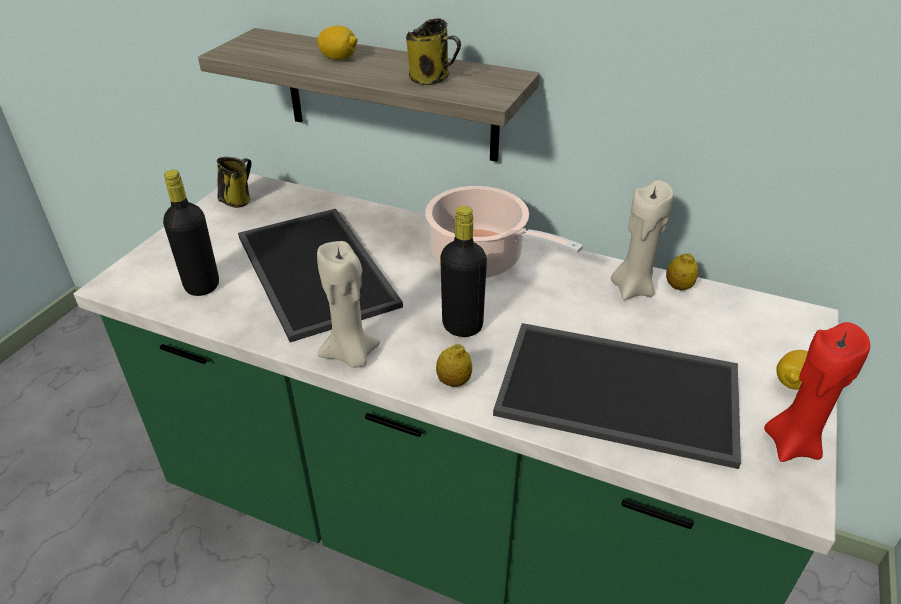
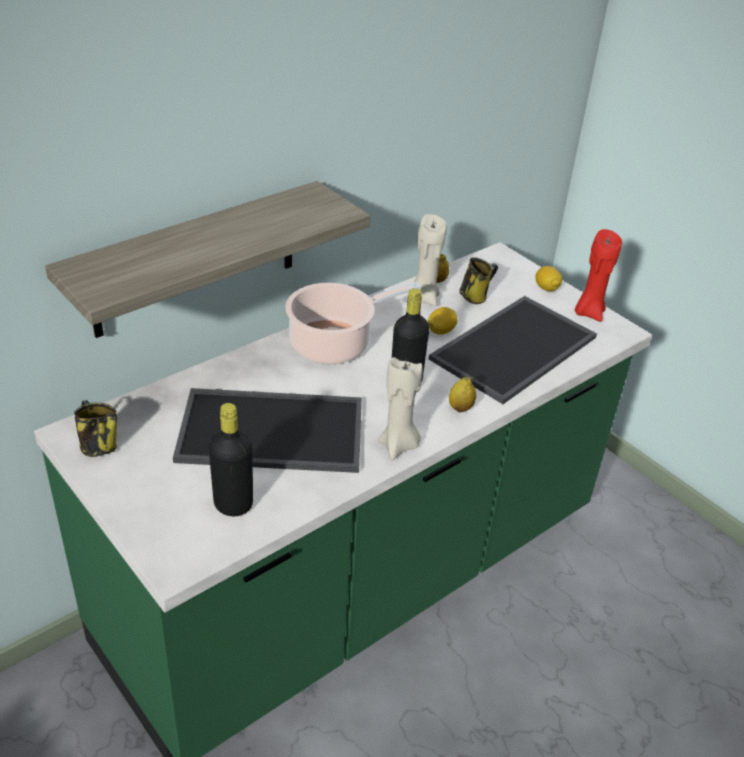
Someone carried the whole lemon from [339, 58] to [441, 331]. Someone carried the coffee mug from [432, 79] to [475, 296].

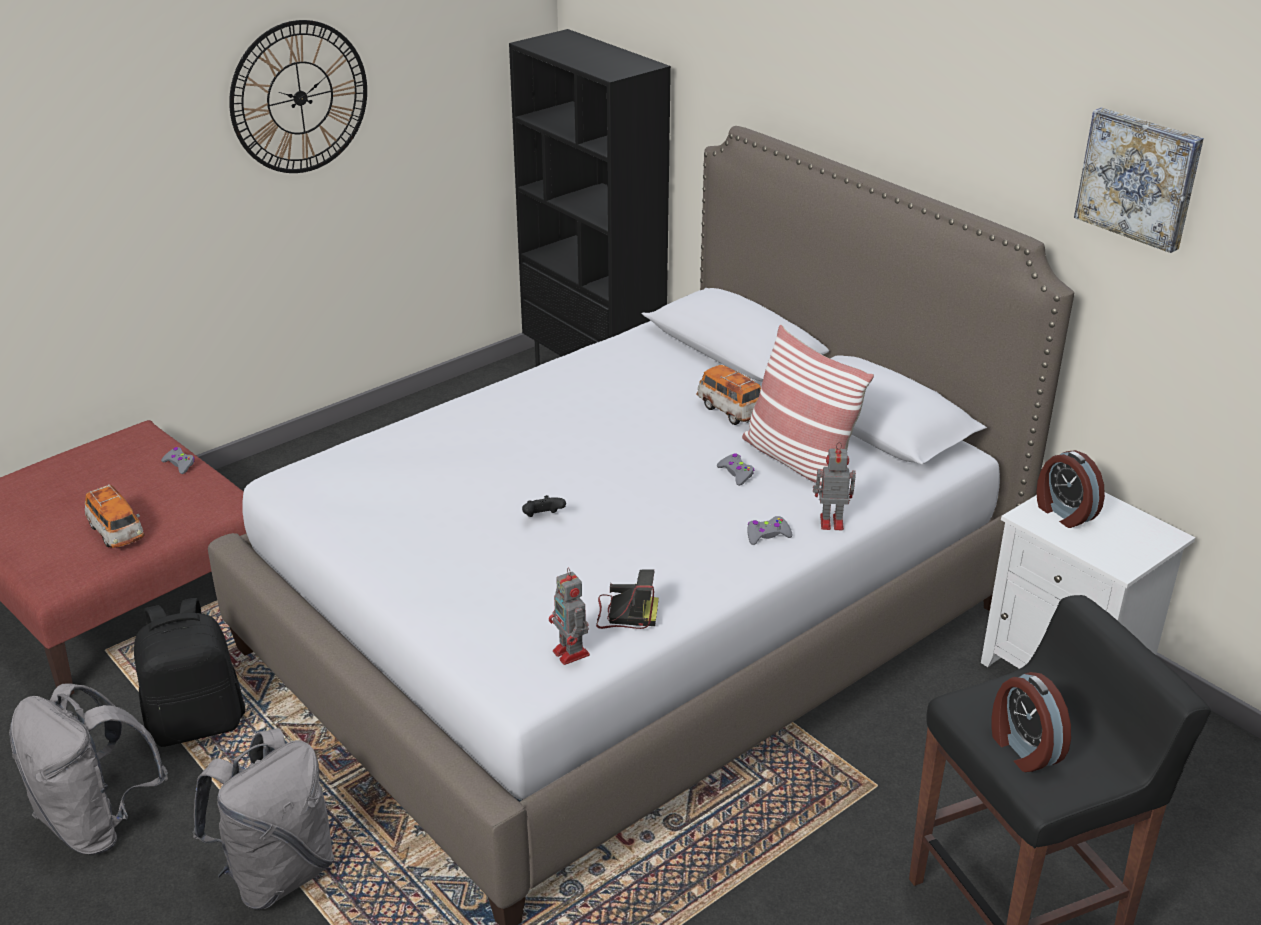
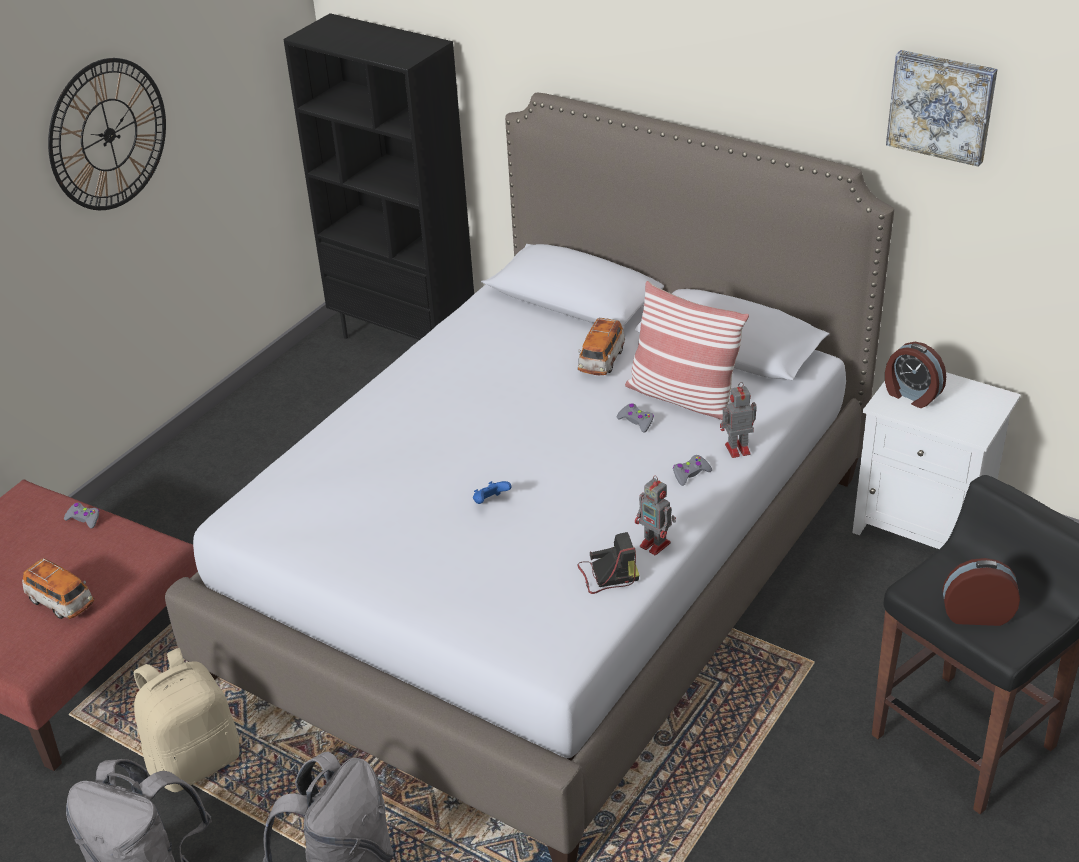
Someone repainted the knapsack (black) at [197, 722], which became the knapsack (sand-coloured) at [195, 760]. Someone repainted the game controller (black) at [543, 518], which became the game controller (bluish) at [490, 502]. Someone carried the toy robot from [572, 654] to [656, 545]. Someone rotated the toy car at [730, 410] by 105 degrees counterclockwise. Someone rotated the table clock at [1023, 748] by 135 degrees clockwise.

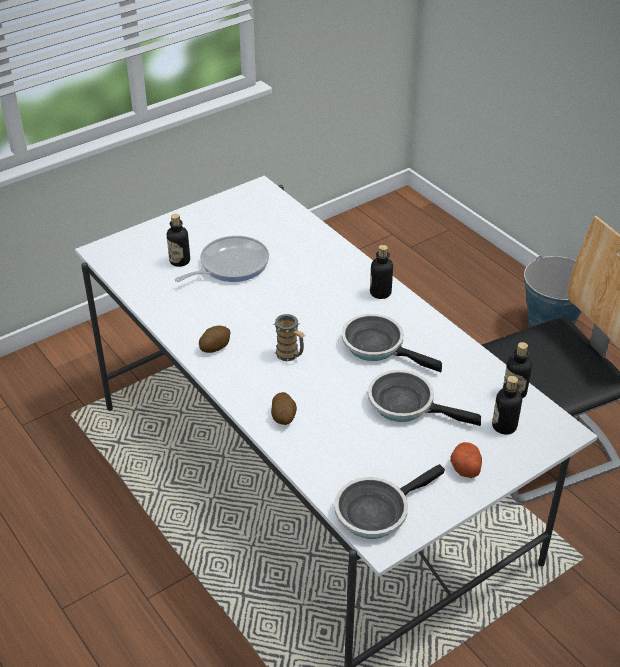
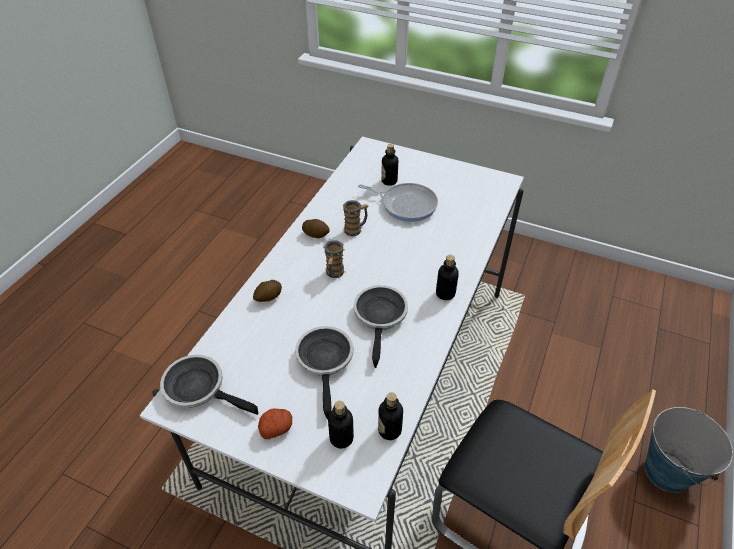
Someone put down the coffee mug at [355, 229].

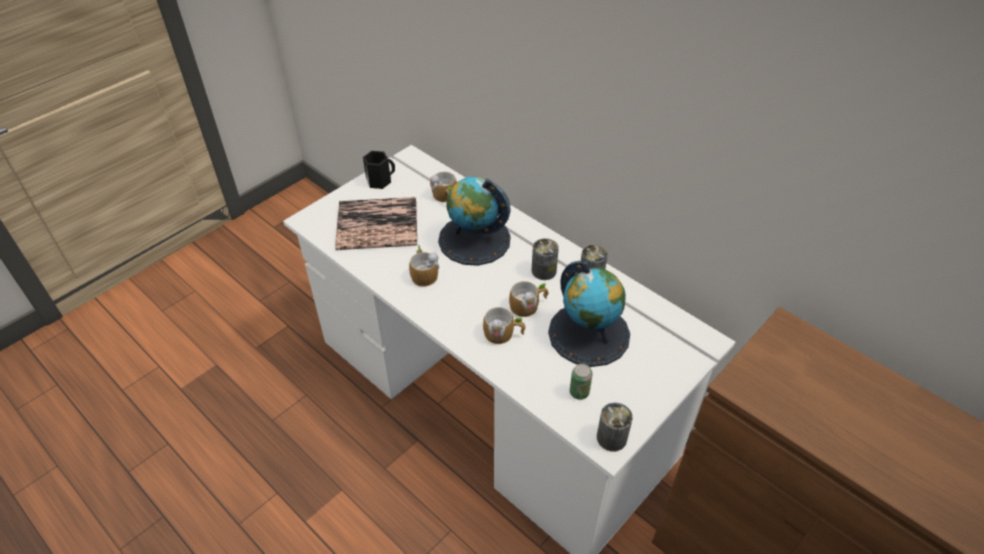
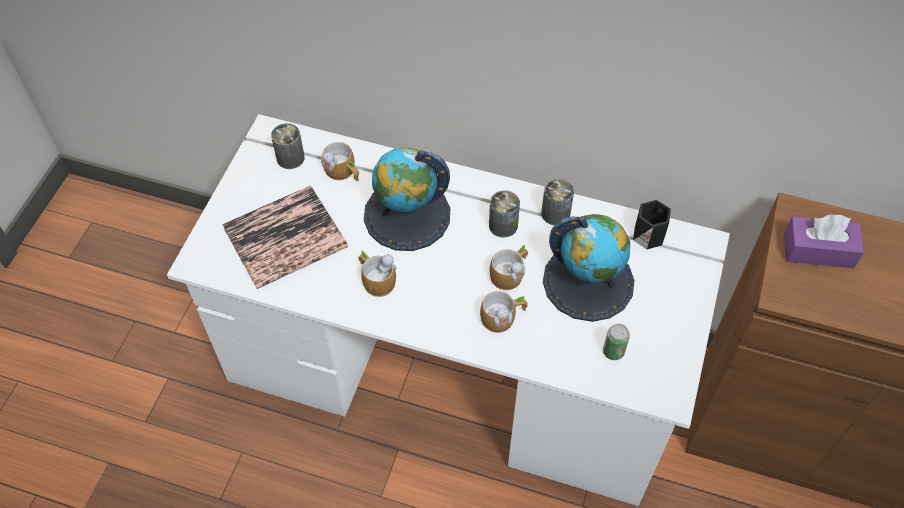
Someone carried the coffee mug (black) from [379, 180] to [648, 234]. Someone carried the metal can from [611, 438] to [290, 158]. Someone put down the tissue box (purplish) at [818, 250].

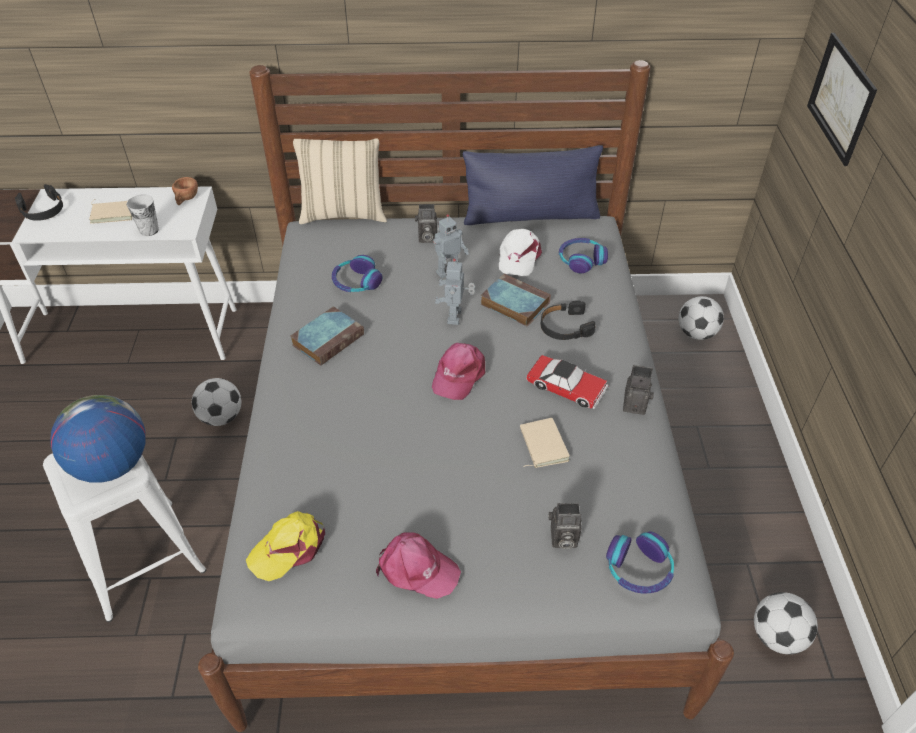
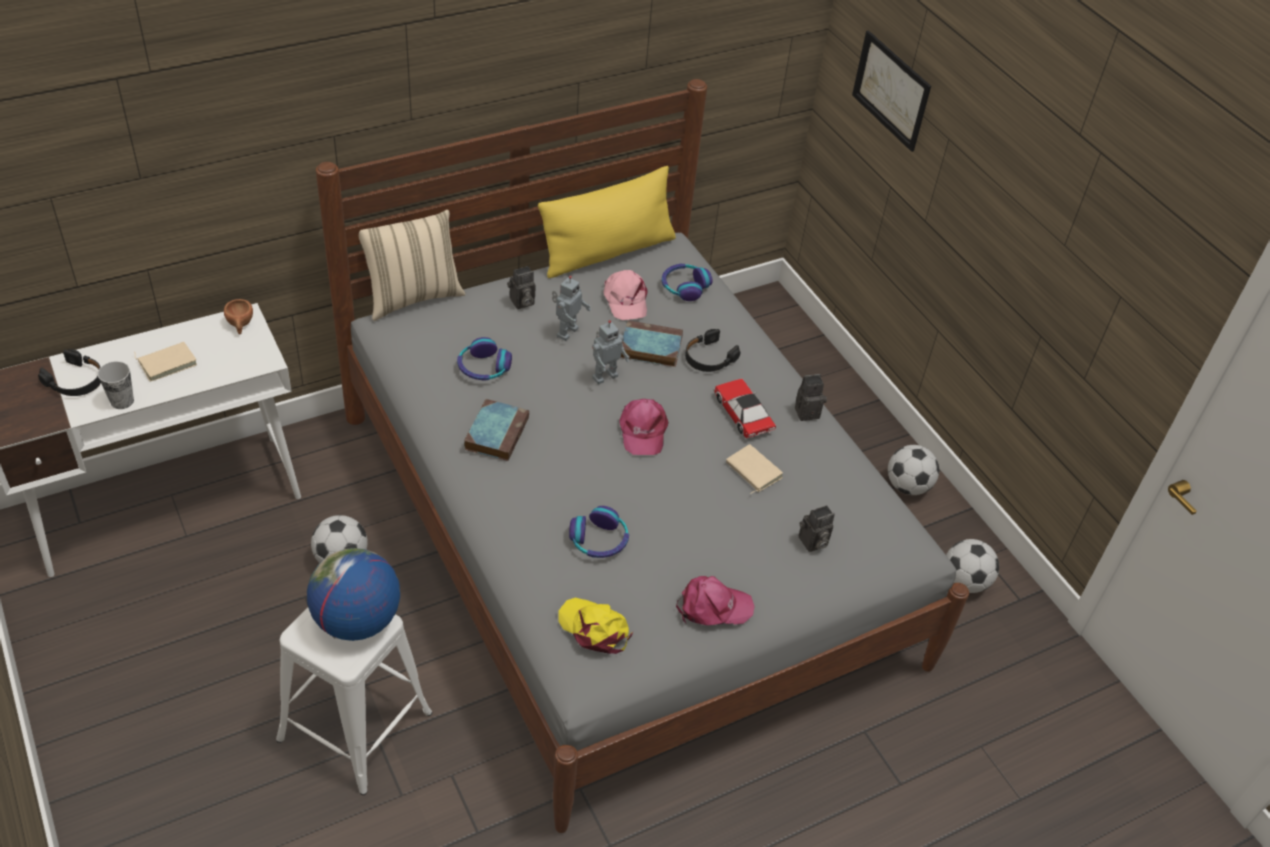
Someone carried the drinking cup from [149, 230] to [122, 401]. Someone rotated the peaked cap (yellow-coloured) at [289, 548] by 105 degrees clockwise. Someone rotated the toy robot at [455, 317] by 105 degrees counterclockwise. Someone repainted the throw pillow (bluish) at [530, 216], which became the throw pillow (yellow-coloured) at [607, 252]. Someone repainted the peaked cap (whitish) at [518, 257], which became the peaked cap (pink-coloured) at [625, 300]. Someone rotated the toy car at [566, 387] by 120 degrees counterclockwise. Someone carried the headset from [639, 569] to [599, 540]. Someone carried the football from [696, 333] to [907, 486].

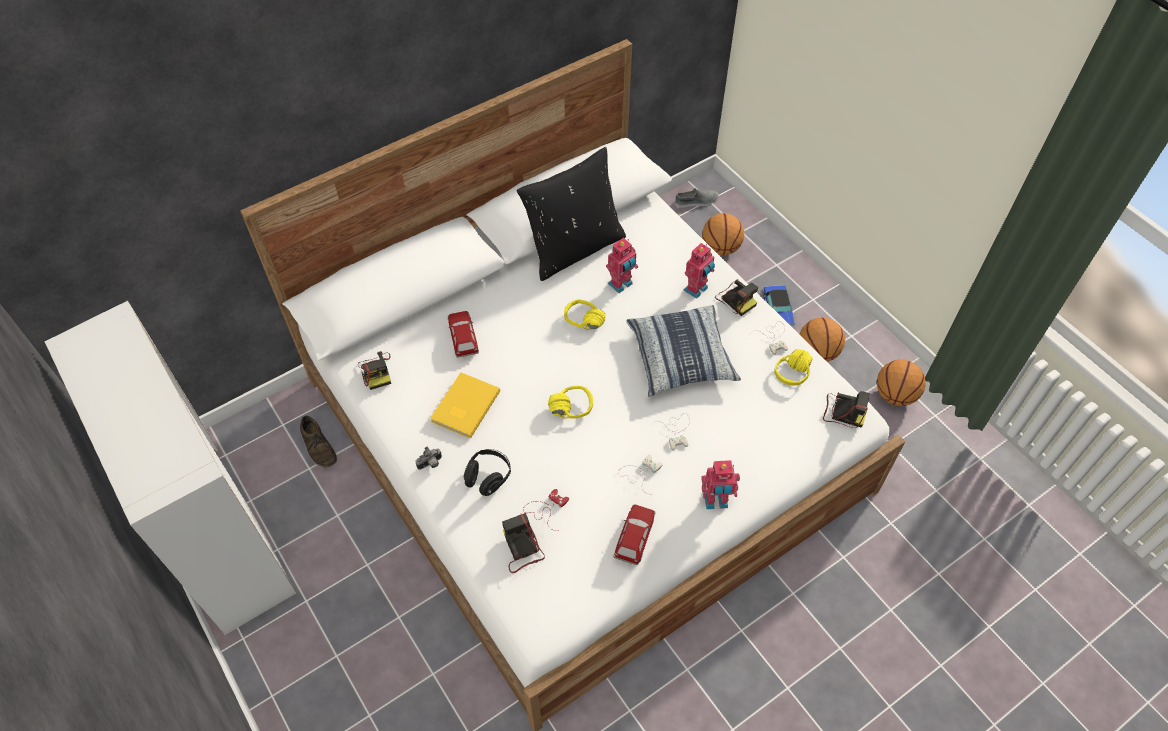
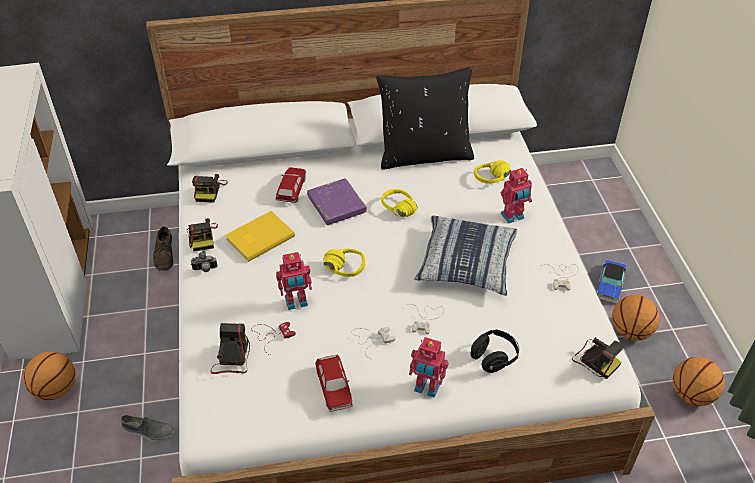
Someone carried the headset (black) from [488, 477] to [494, 357]. Someone carried the toy robot from [621, 284] to [296, 302]. Someone rotated the toy car at [634, 537] by 120 degrees clockwise. Someone carried the low shoe (greyish) from [696, 201] to [149, 431]. Someone carried the ball for basketball from [720, 248] to [56, 389]. Someone carried the still camera from [735, 299] to [202, 237]. Someone carried the headset (yellow-coloured) from [799, 376] to [495, 181]. Someone put down the bound book (purplish) at [336, 204].

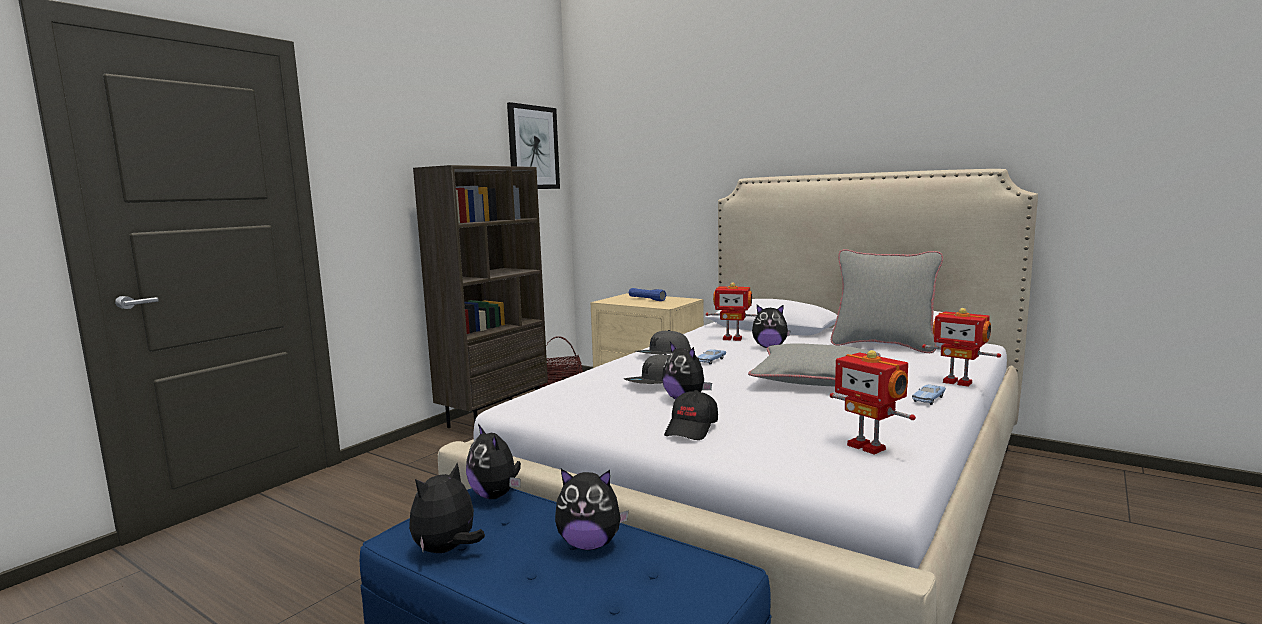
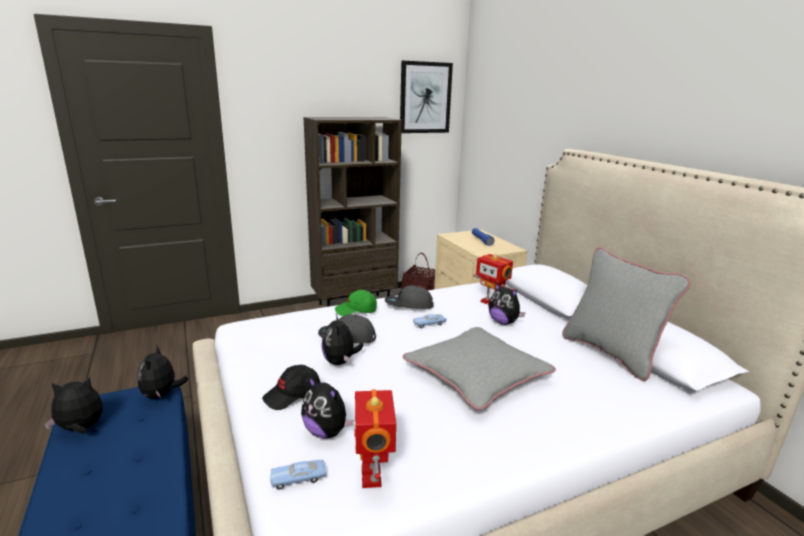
Someone carried the soft toy from [590, 544] to [327, 432]. Someone carried the toy car (bluish) from [928, 399] to [298, 478]. Someone took away the toy robot at [958, 382]. Someone put down the peaked cap (green) at [356, 311].

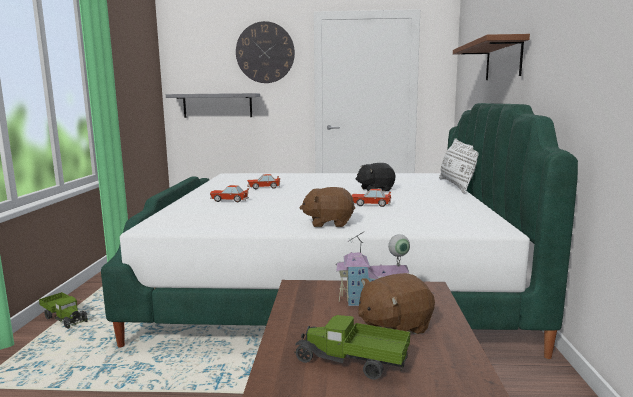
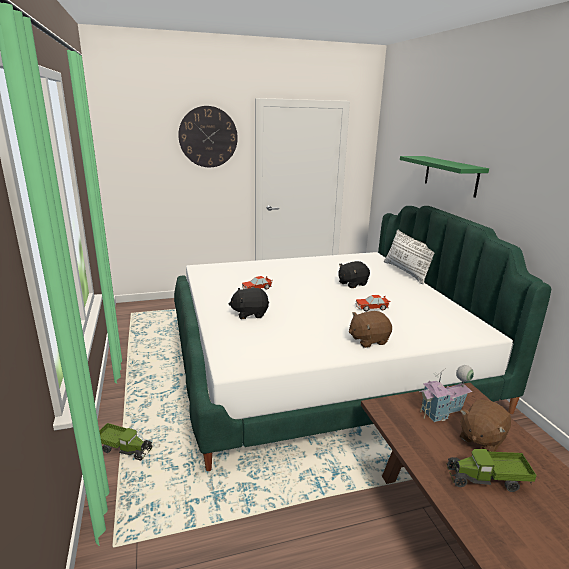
Someone took away the wall shelf (greyish) at [217, 105]. Someone swapped the toy car at [229, 200] for the soft toy (black) at [250, 313]. Someone repainted the wall shelf (brown) at [503, 60], which became the wall shelf (green) at [450, 175].

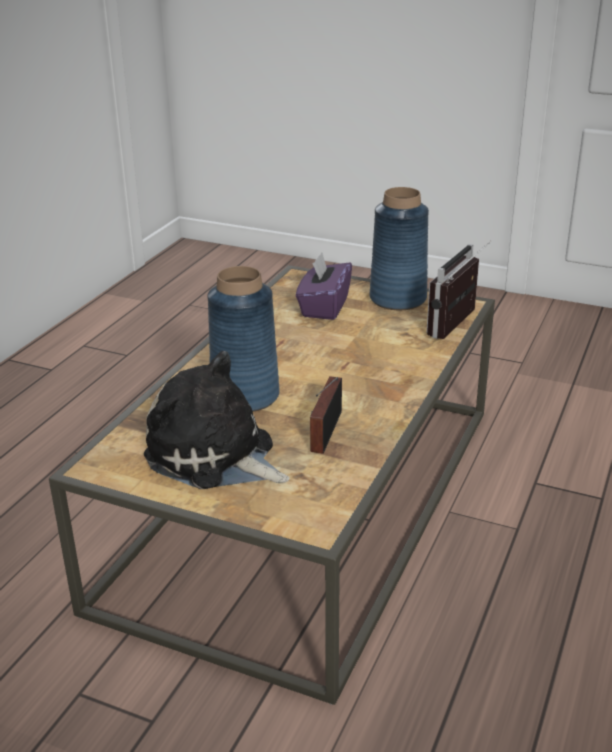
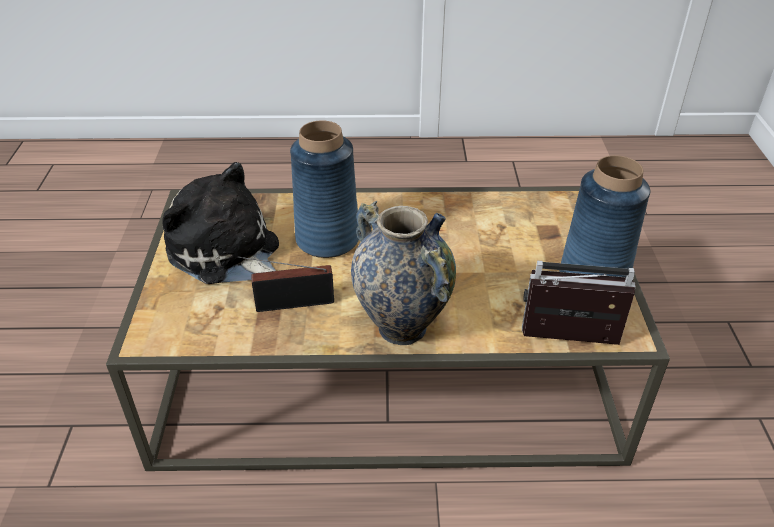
Someone rotated the soft toy at [215, 456] by 60 degrees counterclockwise. Someone took away the tissue box (purplish) at [324, 307]. Someone put down the decorative vase at [402, 327].

